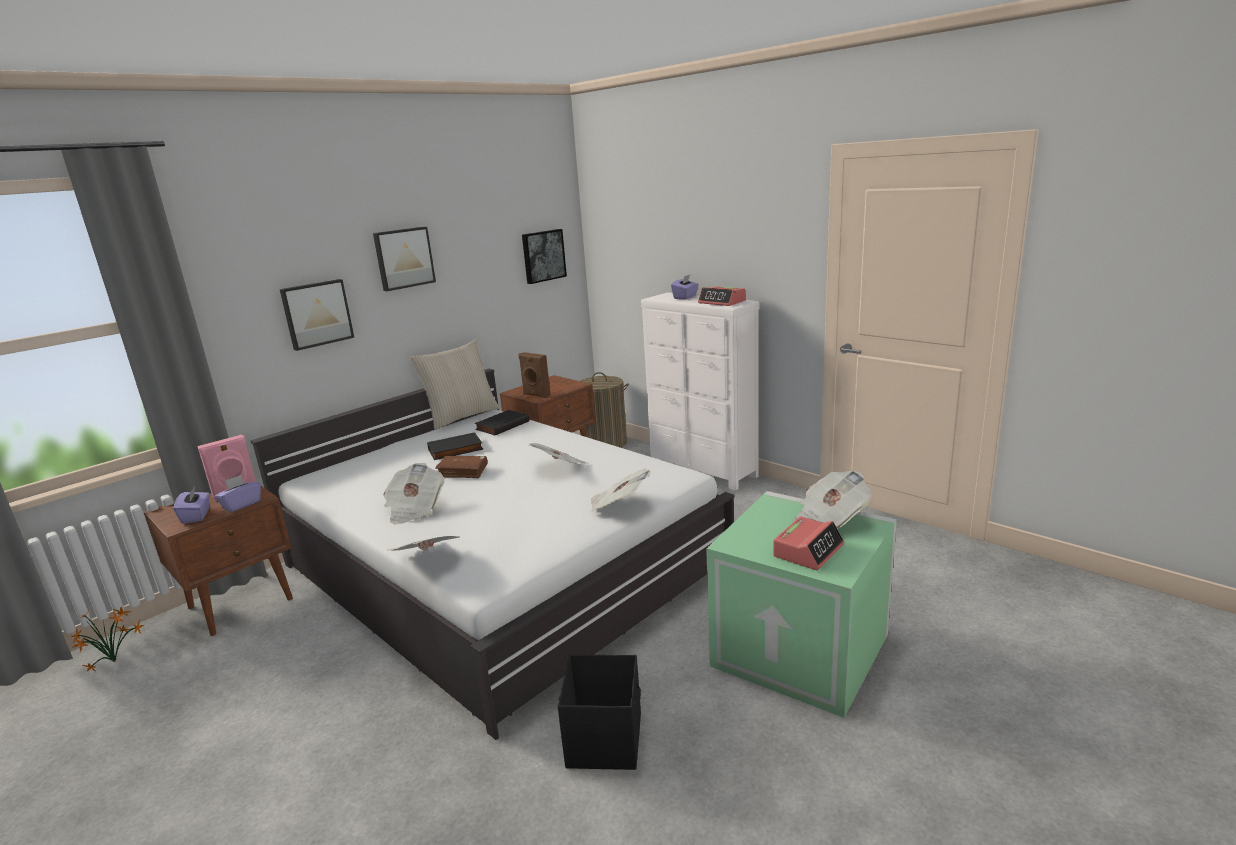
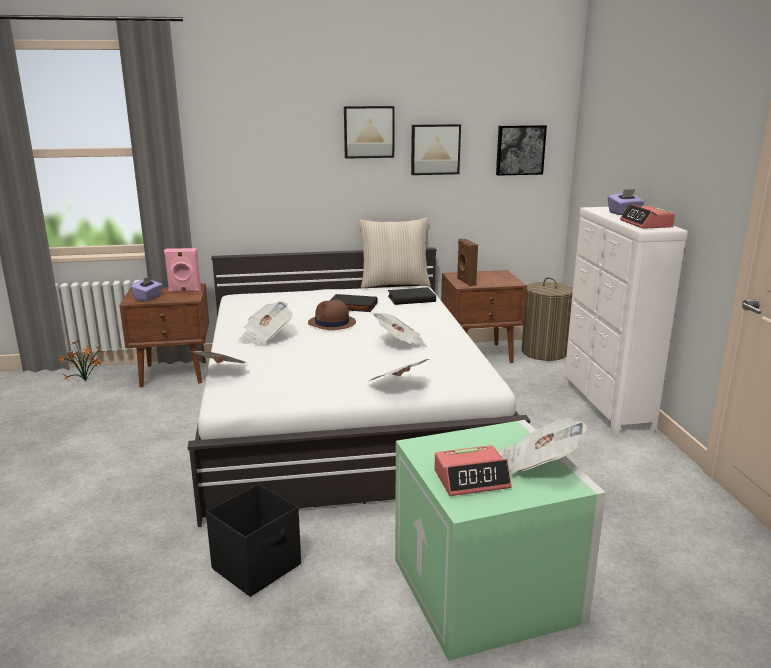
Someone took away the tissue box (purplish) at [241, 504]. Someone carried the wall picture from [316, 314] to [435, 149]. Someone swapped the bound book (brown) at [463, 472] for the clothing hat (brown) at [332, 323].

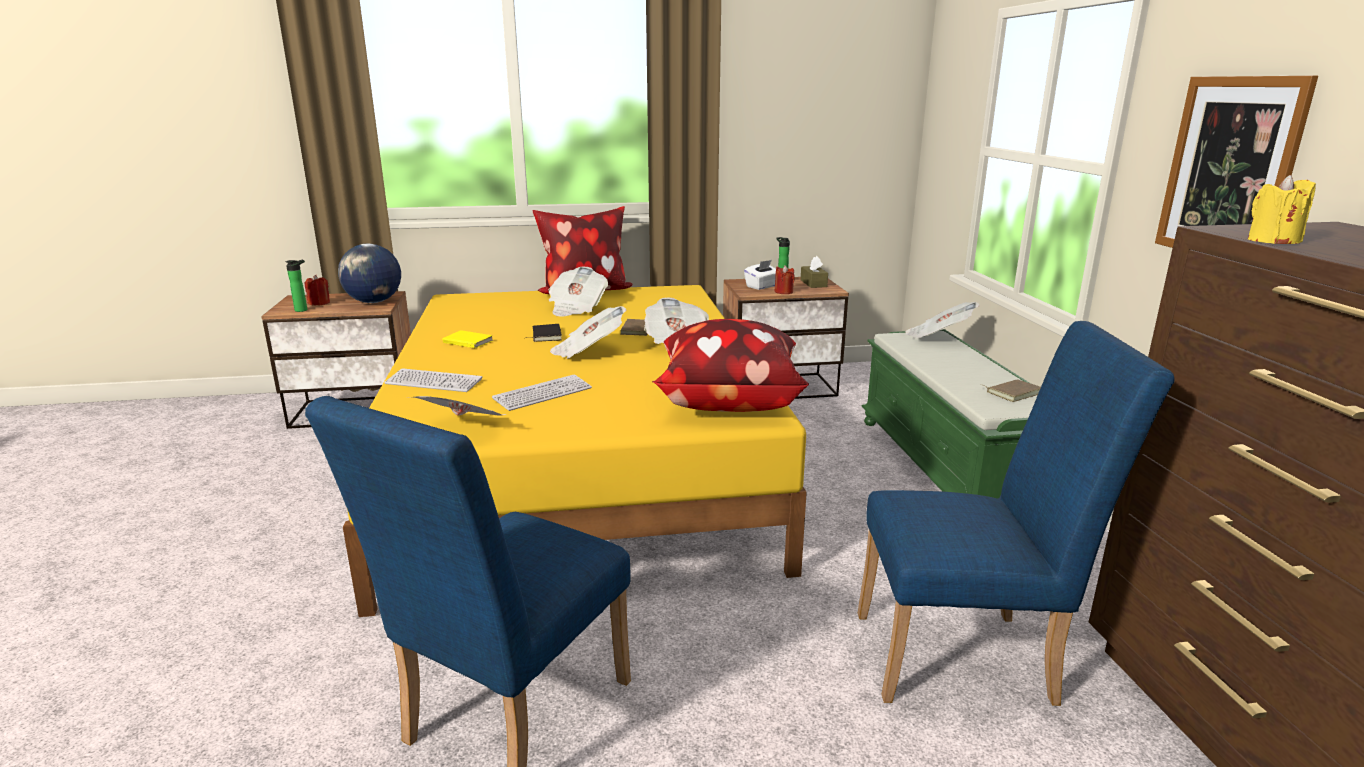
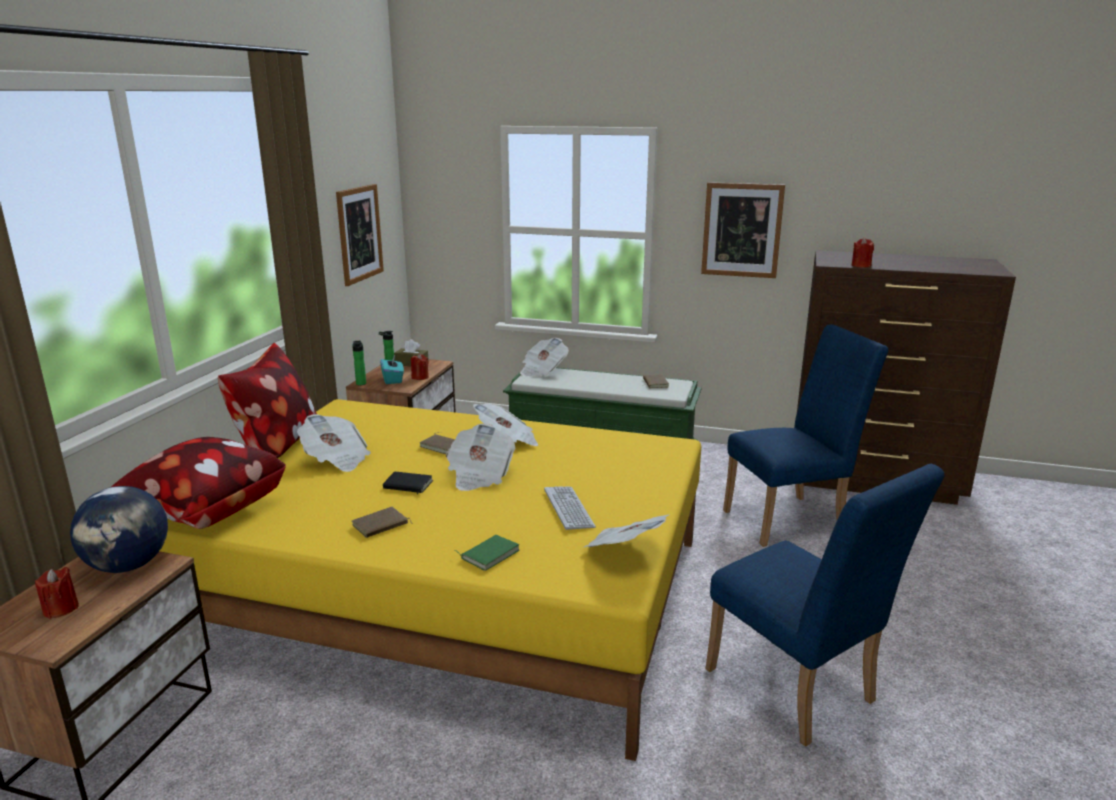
Someone carried the bottle from [303, 310] to [361, 383]. Someone swapped the computer keyboard at [433, 382] for the bound book (green) at [489, 554]. Someone repainted the bound book (yellow-coloured) at [467, 342], which became the bound book (brown) at [380, 526]. Someone carried the throw pillow from [727, 401] to [204, 512]. Someone repainted the tissue box (whitish) at [762, 286], which became the tissue box (blue-green) at [393, 379]. Someone rotated the plain chair (bluish) at [968, 657] by 45 degrees clockwise. Someone repainted the wax candle (yellow-coloured) at [1273, 241], which became the wax candle (red-coloured) at [861, 265]. Someone put up the wall picture at [359, 233].

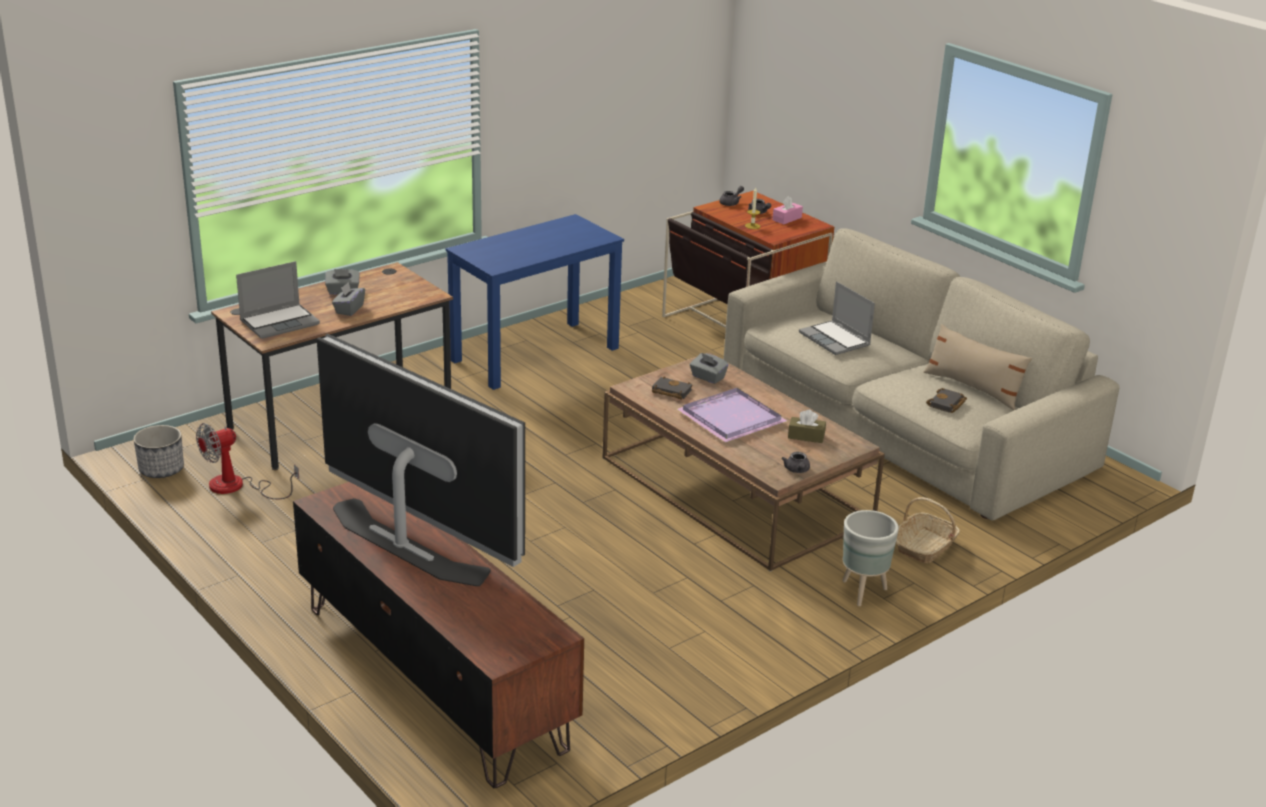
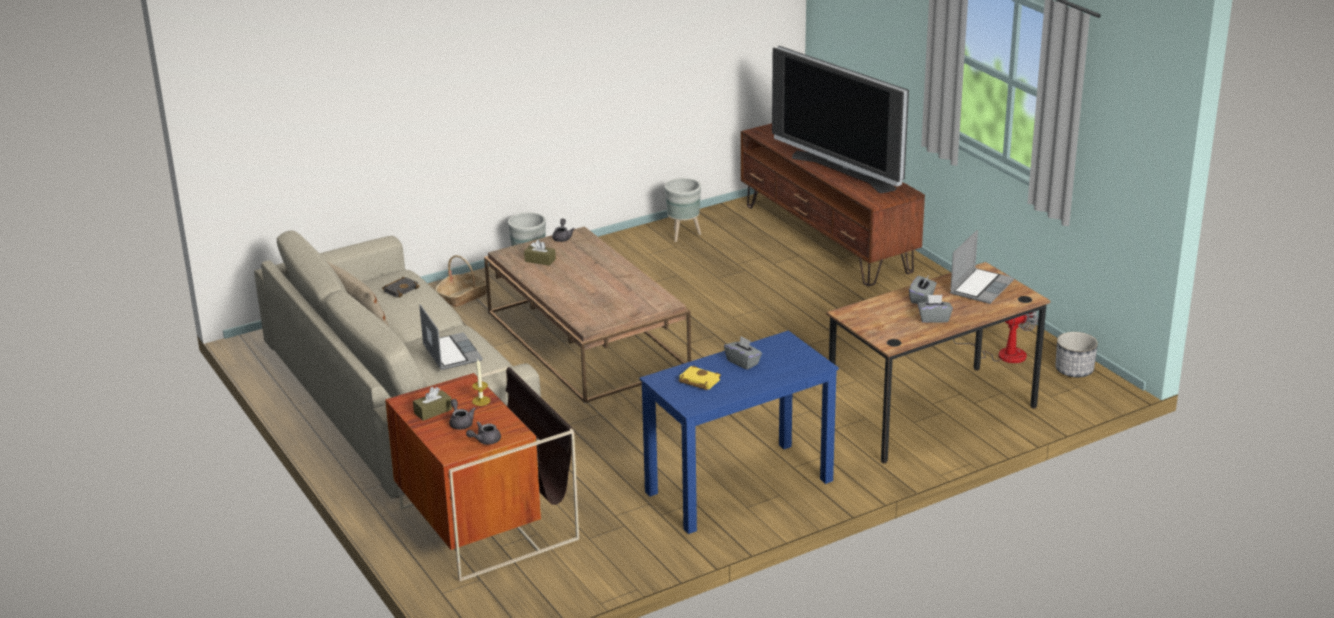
Someone rotated the portable computer at [280, 322] by 150 degrees clockwise. Someone took away the bound book (black) at [670, 391]. Someone took away the serving tray (purplish) at [729, 418]. Someone carried the tissue box (greyish) from [708, 377] to [743, 362]. Someone repainted the tissue box (pink-coloured) at [787, 219], which became the tissue box (brown) at [433, 411]. Someone put down the planter (greyish) at [683, 234]. Someone put down the bound book (yellow-coloured) at [698, 381].

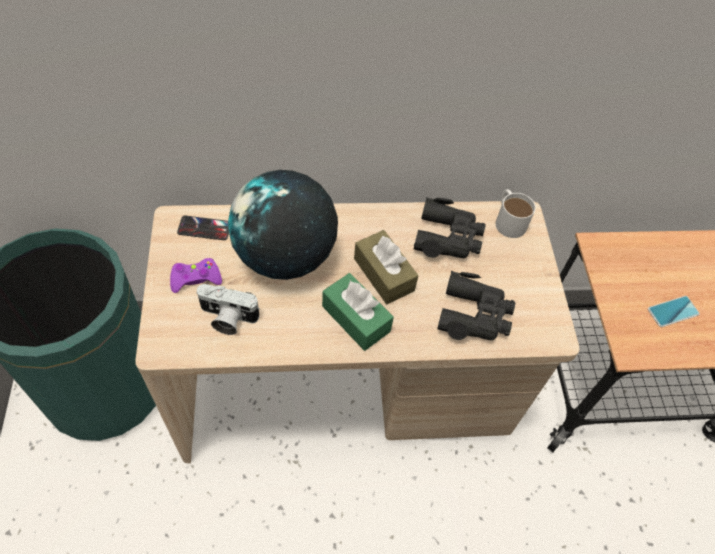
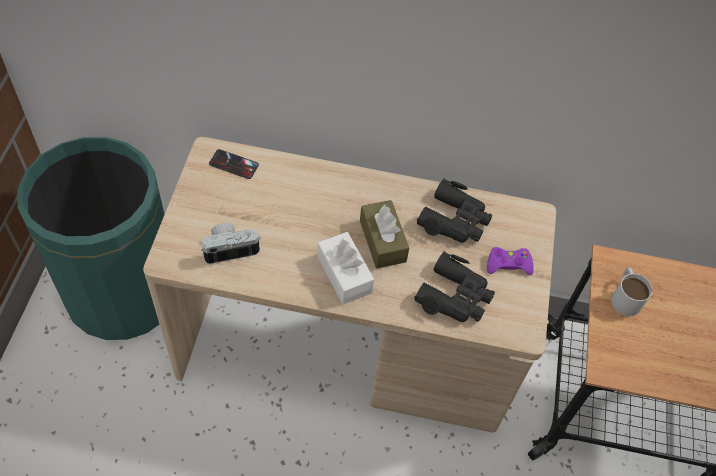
Someone carried the game controller (purplish) from [195, 279] to [508, 264]. Someone rotated the still camera at [227, 318] by 135 degrees clockwise. Someone took away the world globe at [285, 257]. Someone repainted the tissue box (green) at [356, 318], which became the tissue box (whitish) at [344, 274]. Someone carried the coffee mug (whitish) from [508, 220] to [625, 296]. Someone took away the handset at [673, 312].

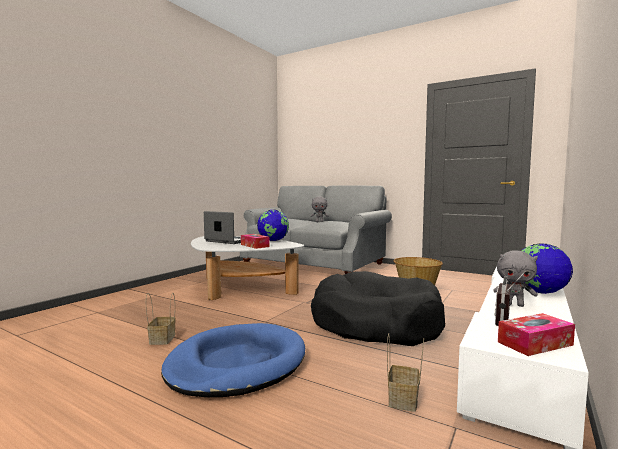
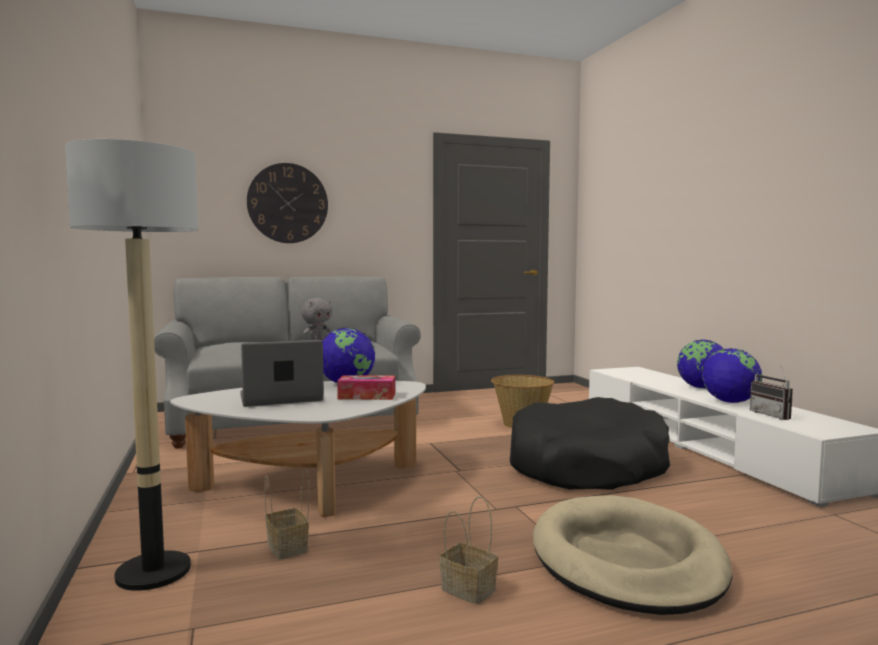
Someone repainted the dog bed (bluish) at [237, 364], which became the dog bed (sand-coloured) at [626, 560]. Someone carried the household basket from [404, 400] to [288, 548]. Someone swapped the soft toy (greyish) at [514, 305] for the world globe at [730, 402]. Someone took away the tissue box at [535, 343]. Someone put down the standing lamp at [153, 572]. Someone put up the hanging clock at [288, 203].

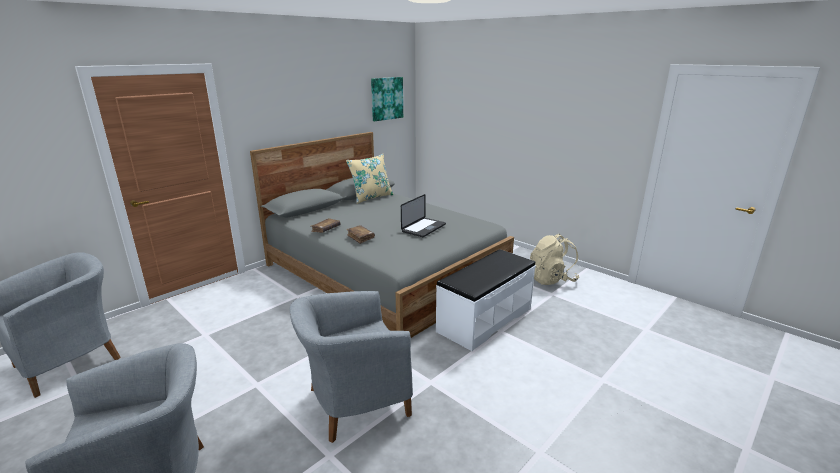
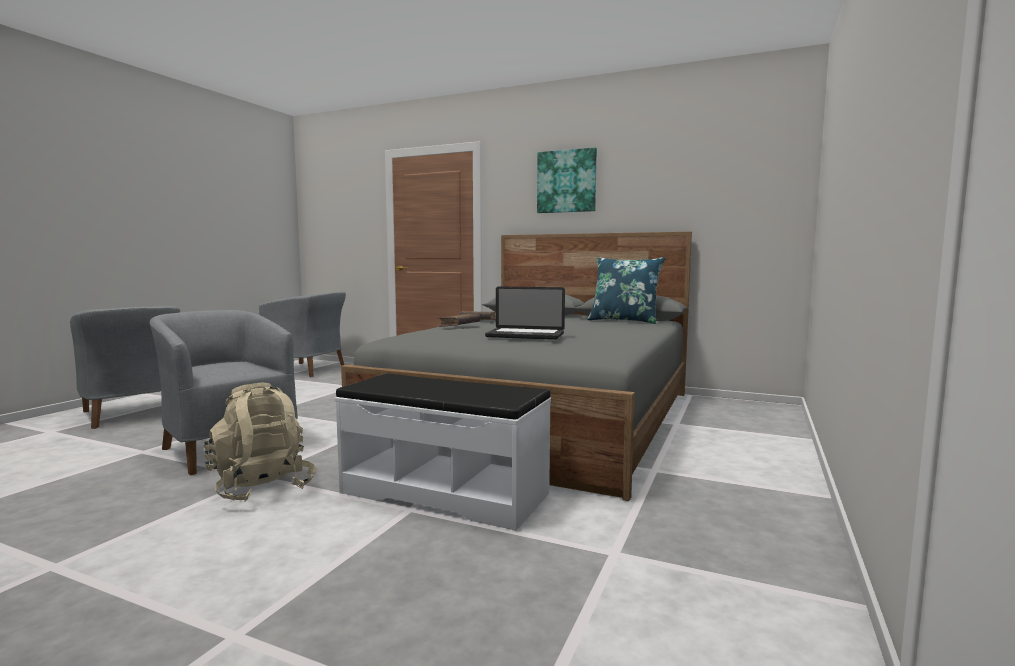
Someone repainted the throw pillow (sand-coloured) at [371, 197], which became the throw pillow (bluish) at [624, 321]. Someone carried the wall picture from [386, 98] to [566, 181]. Someone carried the knapsack (sand-coloured) from [551, 279] to [262, 487].

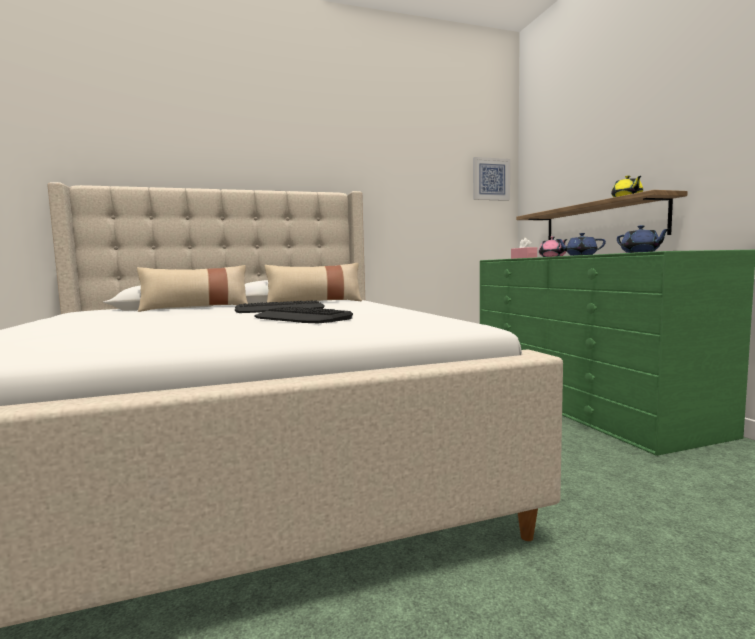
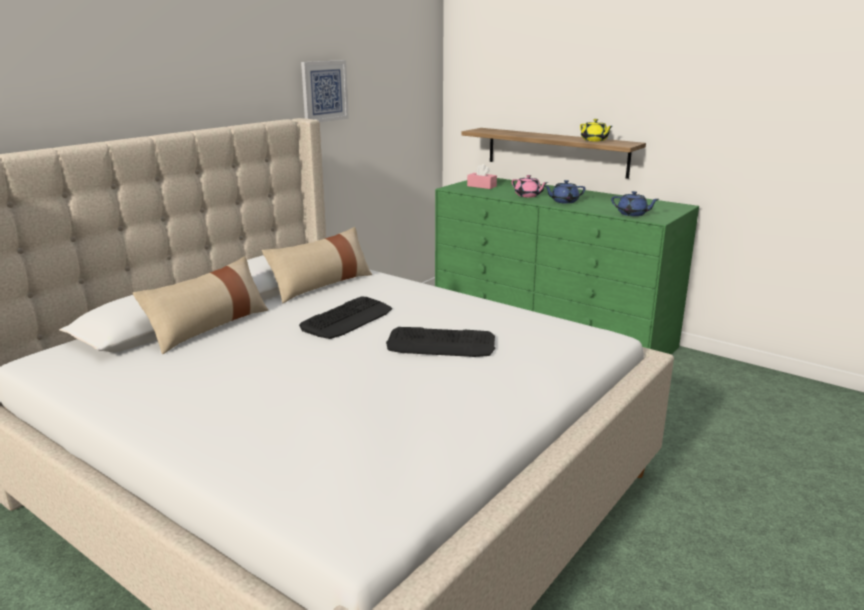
Someone carried the wall picture from [490, 179] to [324, 91].

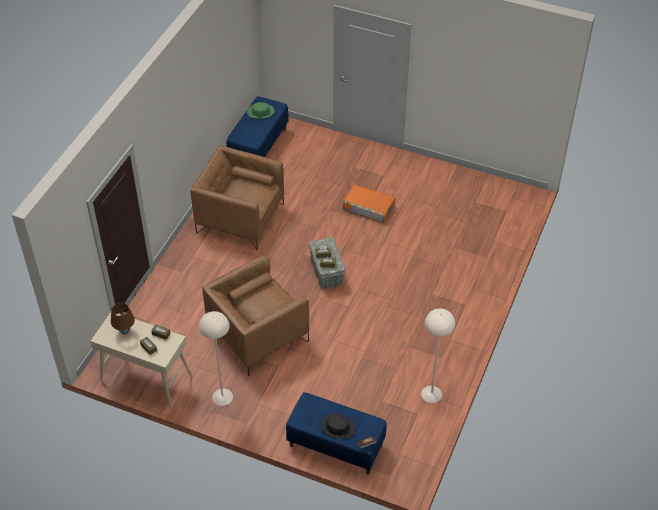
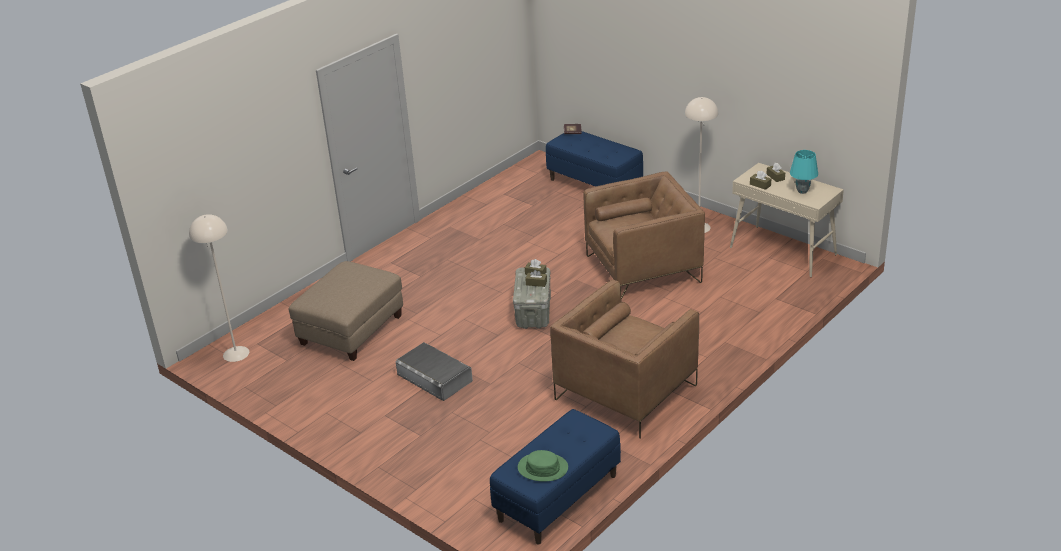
Someone repainted the lamp for a table (brown) at [124, 331], which became the lamp for a table (blue-green) at [802, 191]. Someone rotated the armchair (brown) at [240, 218] by 90 degrees clockwise. Someone took away the clothing hat (black) at [337, 427]. Someone repainted the storage container (orangey) at [368, 207], which became the storage container (greyish) at [434, 377]. Someone carried the standing lamp (sand-coloured) from [431, 394] to [236, 353]. Someone put down the pouffe (sand-coloured) at [351, 331].

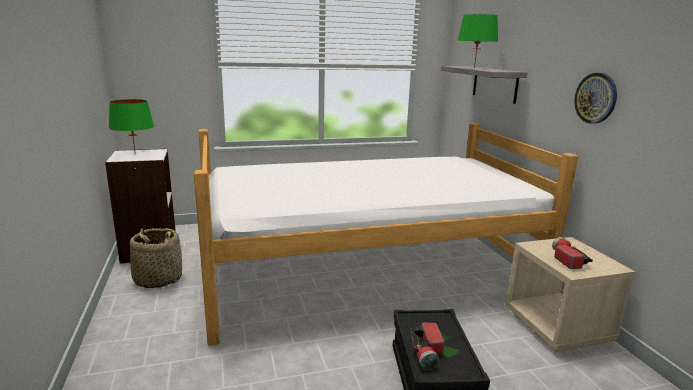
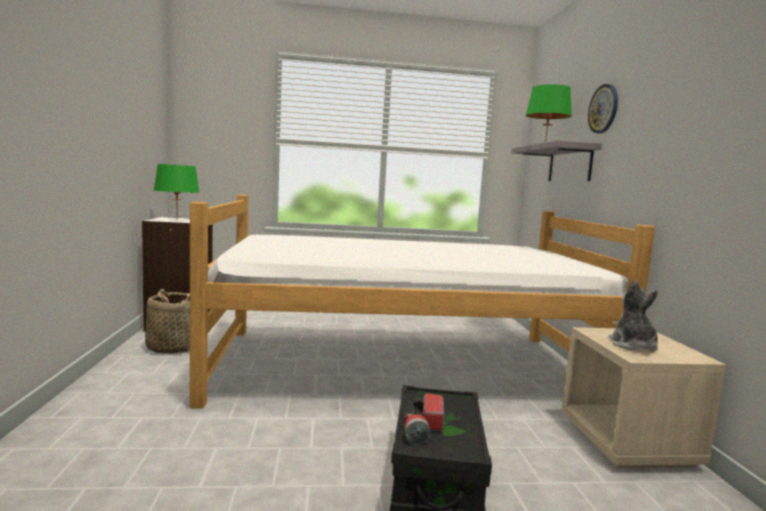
Someone swapped the torch at [566, 259] for the soft toy at [633, 345]. Someone carried the hanging clock from [596, 98] to [603, 109].

